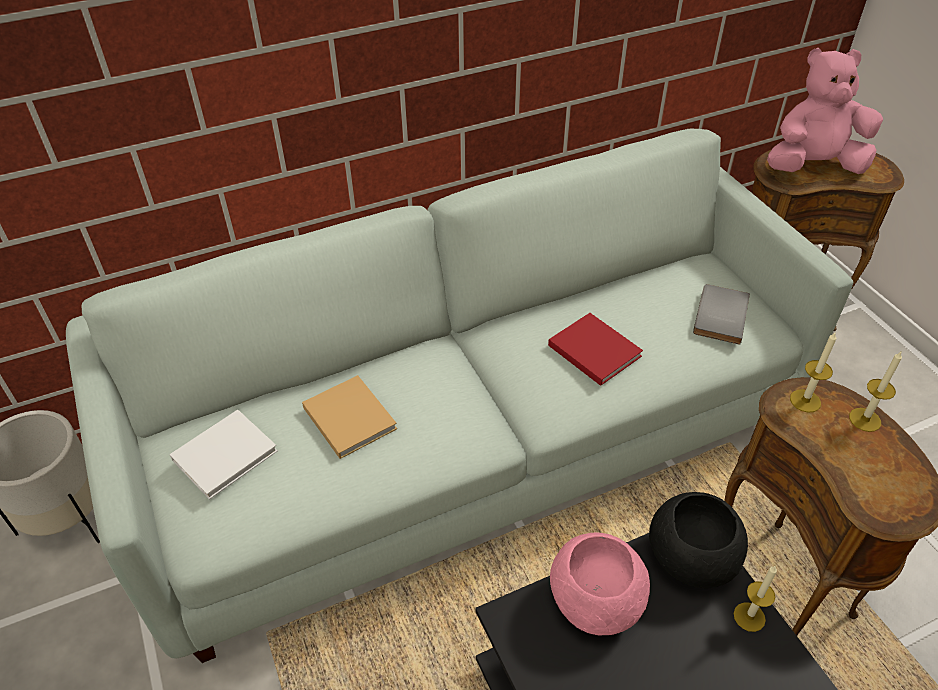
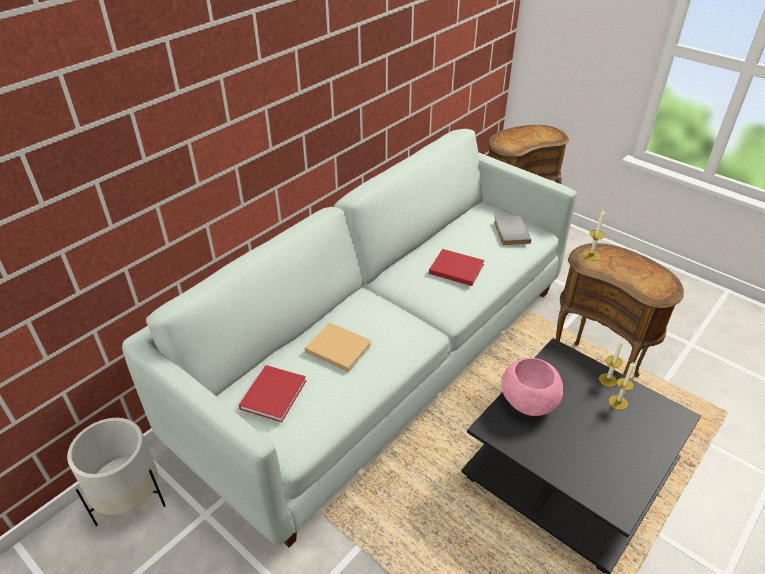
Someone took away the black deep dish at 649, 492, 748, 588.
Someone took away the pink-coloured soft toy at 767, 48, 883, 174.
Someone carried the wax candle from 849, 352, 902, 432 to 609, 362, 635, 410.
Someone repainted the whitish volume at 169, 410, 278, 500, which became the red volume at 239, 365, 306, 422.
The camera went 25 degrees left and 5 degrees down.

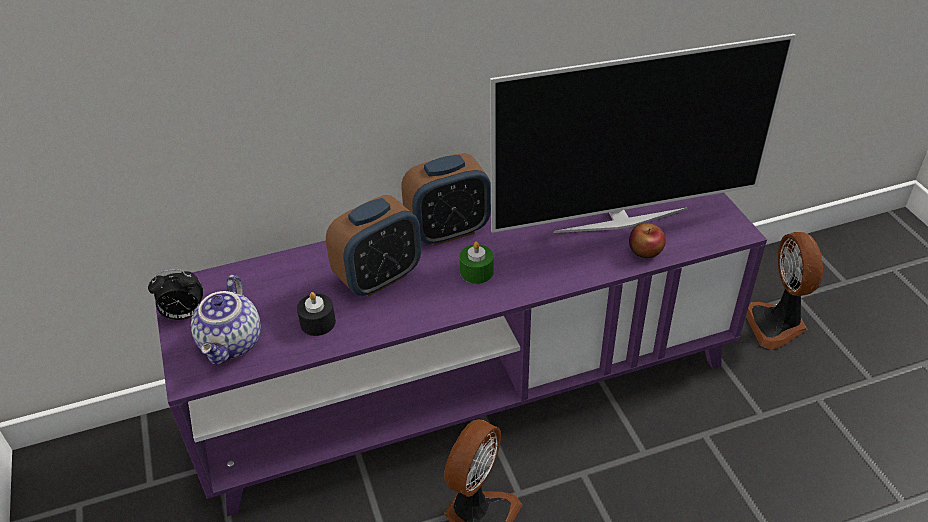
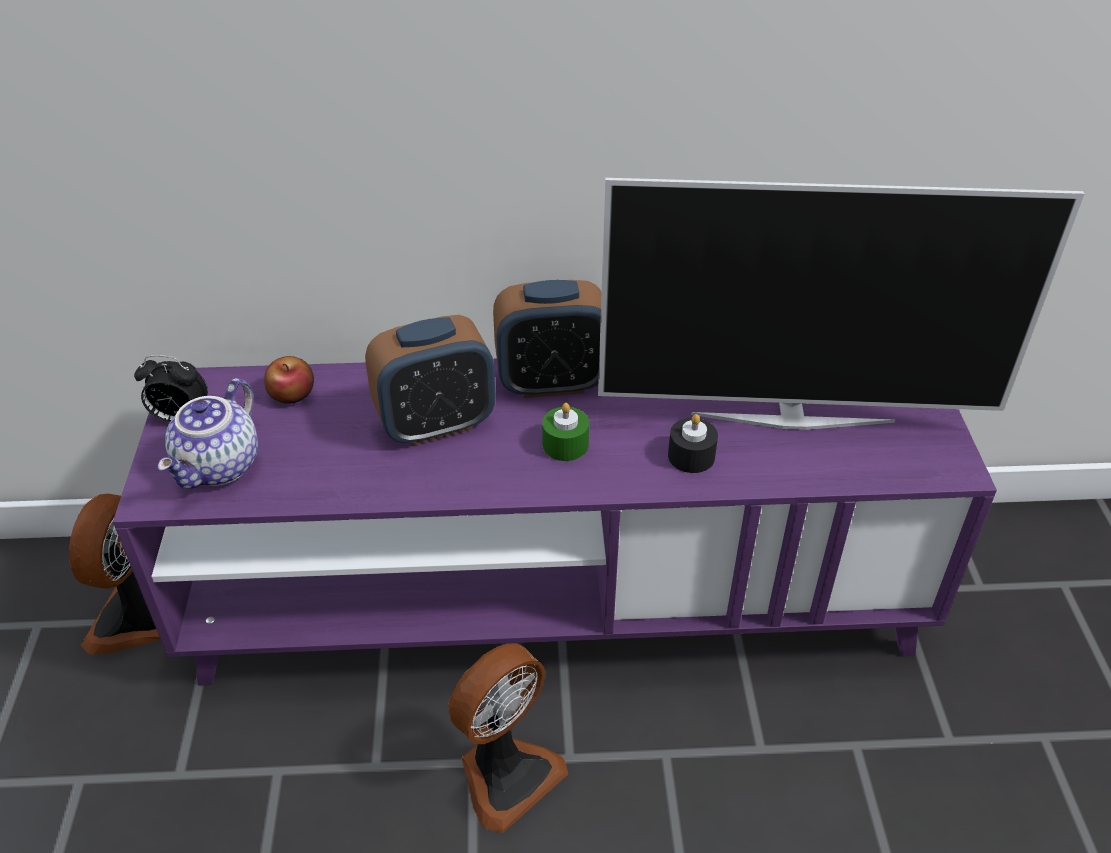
Someone carried the black wax candle from 297, 292, 336, 336 to 668, 414, 718, 473.
Someone carried the apple from 629, 223, 666, 258 to 264, 356, 314, 404.
Someone carried the cooling fan from 746, 232, 823, 349 to 69, 494, 160, 655.
The camera went 15 degrees right and 0 degrees up.

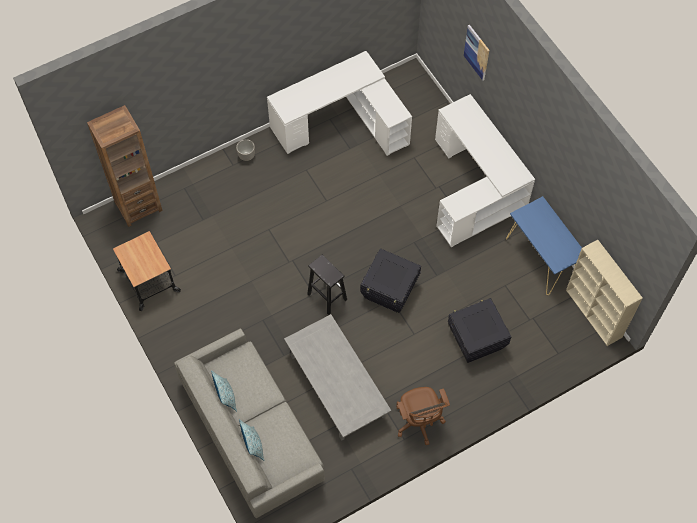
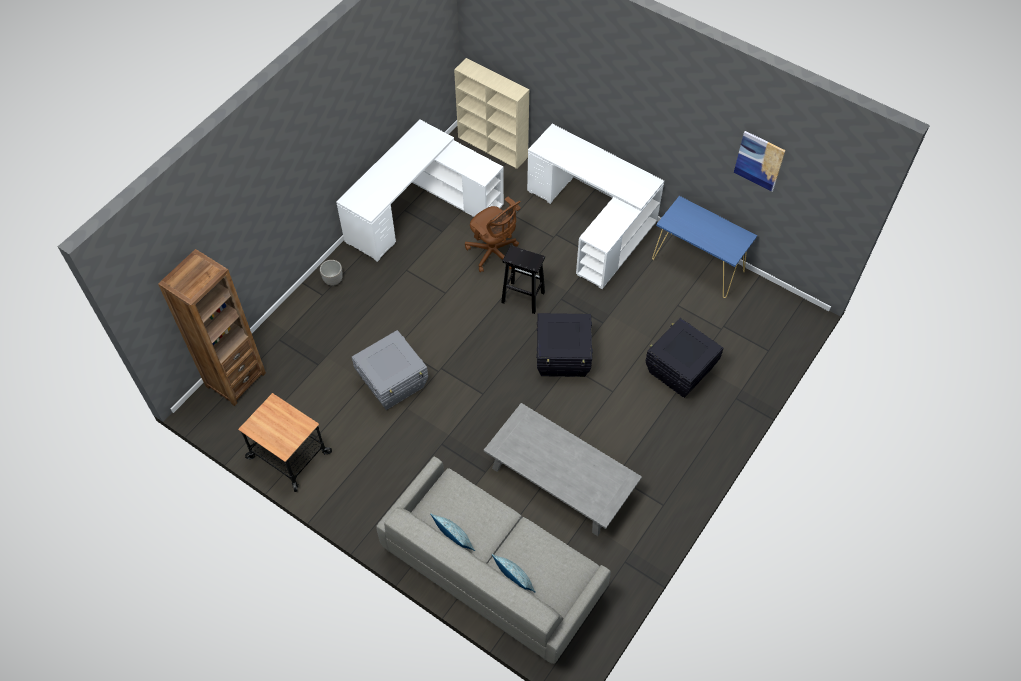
Someone put down the grey storage container at 352, 330, 428, 410.
Someone carried the black stool seat from 307, 255, 347, 315 to 501, 245, 545, 314.
Someone carried the brownish office chair from 396, 387, 450, 445 to 465, 197, 521, 272.
Someone carried the wall art from 464, 25, 489, 80 to 734, 131, 786, 192.
Someone carried the beige bookcase from 566, 240, 643, 346 to 454, 58, 529, 169.
The camera went 25 degrees left and 5 degrees down.

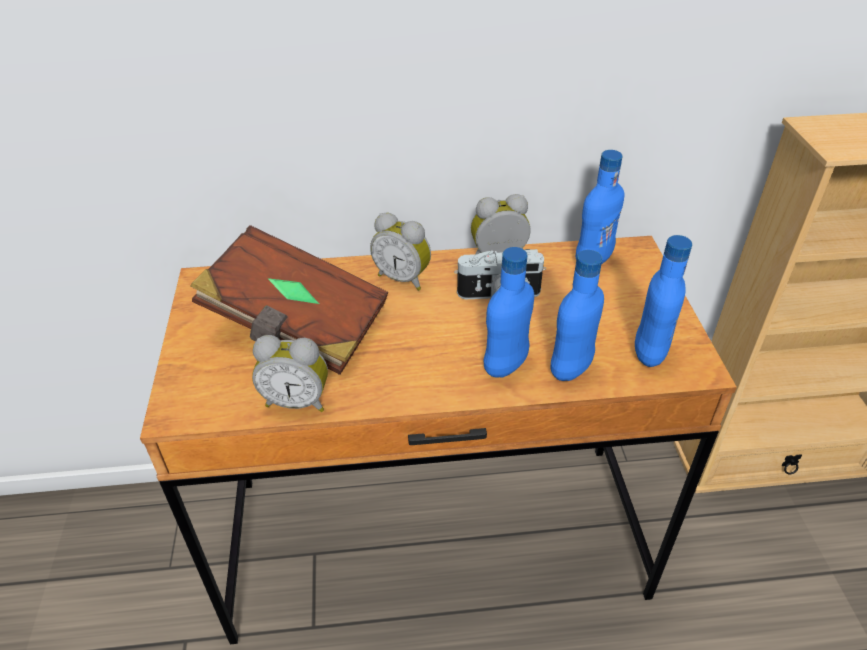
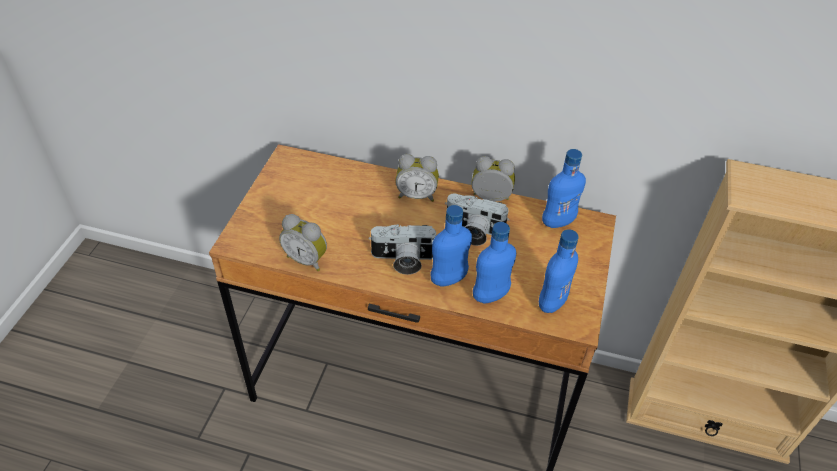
Someone took away the brownish volume at 190, 225, 388, 375.
Someone put down the still camera at 368, 224, 436, 275.
Someone rotated the bedside clock at 370, 213, 431, 291 by 45 degrees counterclockwise.
The camera went 20 degrees right and 5 degrees up.

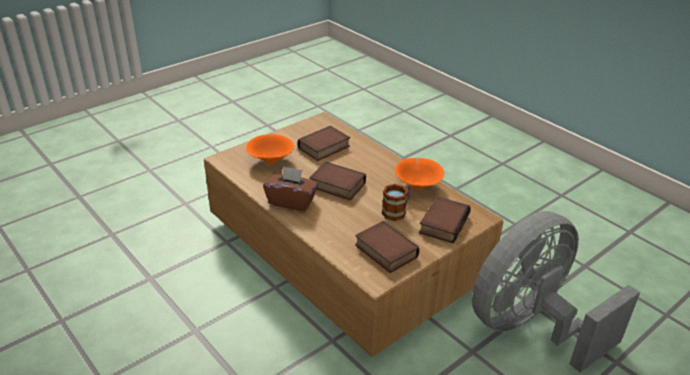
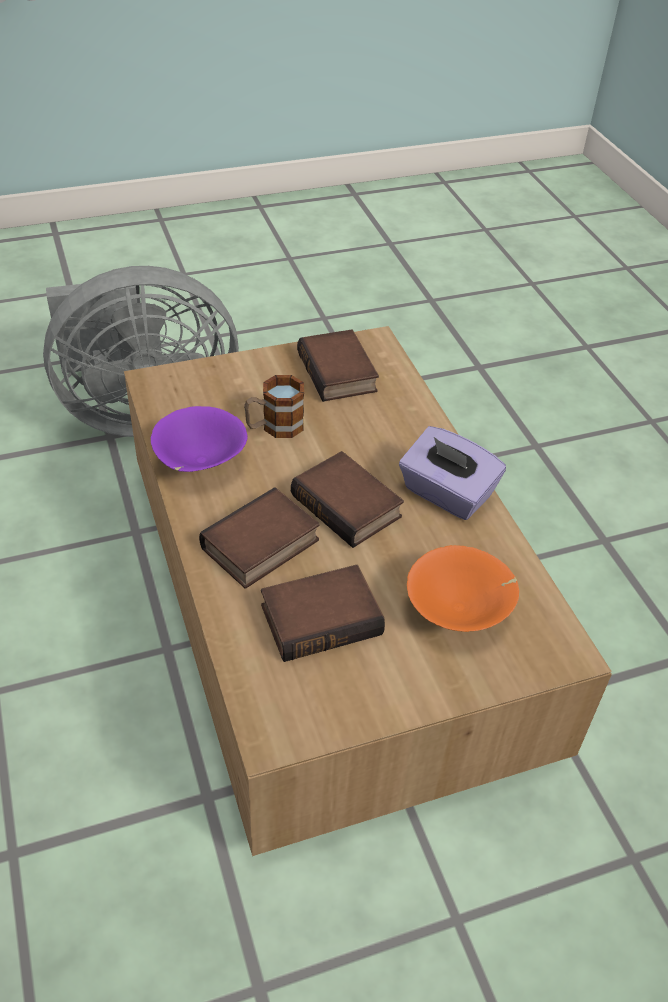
Someone carried the volume from 419, 196, 471, 243 to 199, 487, 320, 589.
Someone repainted the brownish box of tissues at 263, 166, 318, 211, which became the purple box of tissues at 399, 426, 506, 520.
Someone repainted the orangey deep dish at 395, 158, 444, 189, which became the purple deep dish at 151, 406, 248, 472.
The camera went 160 degrees left and 10 degrees up.

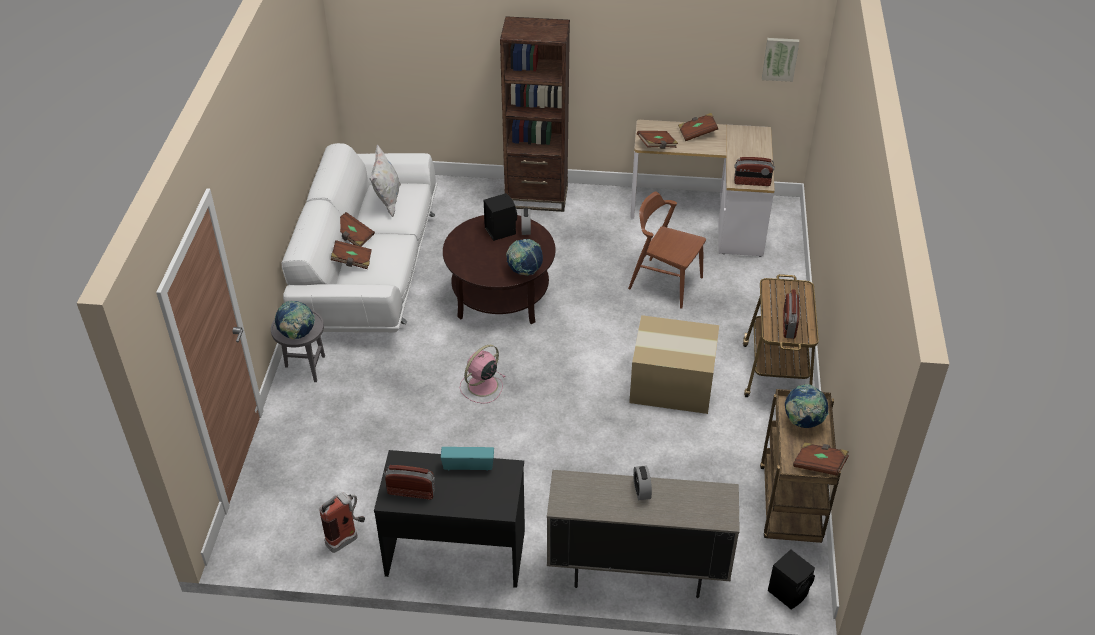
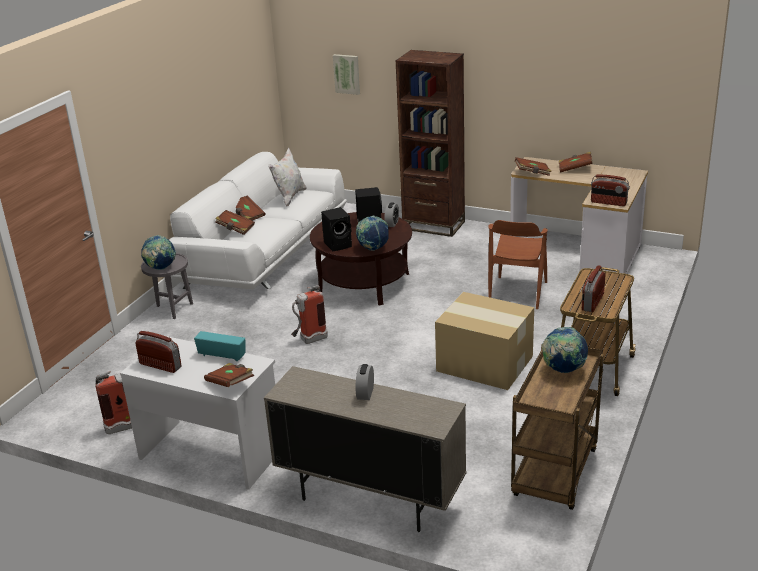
Someone carried the wall art from 762, 38, 799, 82 to 333, 54, 360, 95.
Someone carried the black speaker from 768, 549, 815, 609 to 321, 207, 352, 251.
Someone carried the brownish volume from 793, 442, 849, 476 to 204, 363, 254, 387.
Someone swapped the pink-coloured cooling fan at 460, 345, 506, 404 for the fire-fighting cylinder at 291, 285, 328, 344.
Someone repainted the black desk unit at 374, 450, 525, 588, which became the whitish desk unit at 120, 336, 275, 490.
Someone rotated the brownish chair at 628, 192, 706, 309 by 120 degrees counterclockwise.
The camera went 20 degrees right and 15 degrees down.

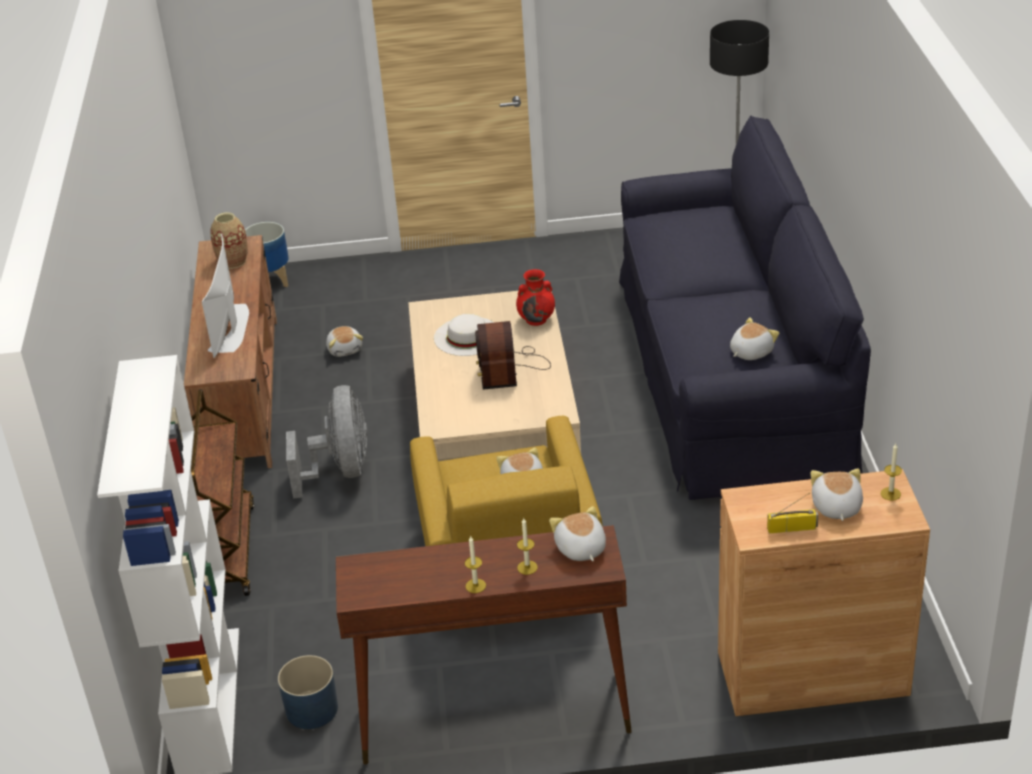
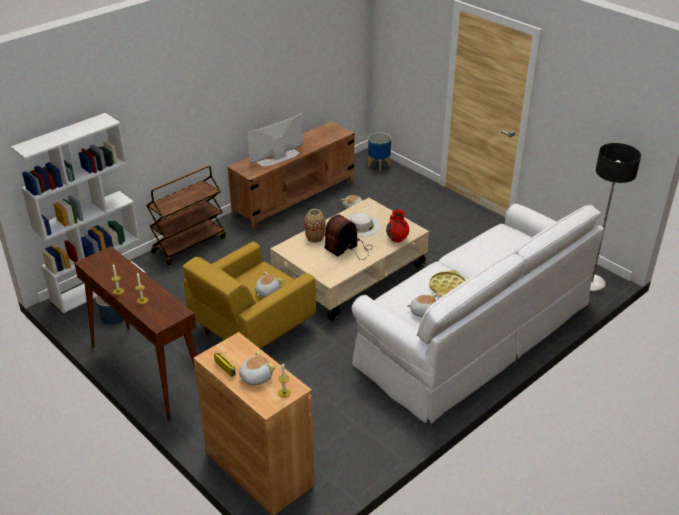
Someone took away the grey cooling fan at 286, 385, 368, 499.
Someone took away the soft toy at 549, 506, 606, 561.
Someone put down the yellowish serving tray at 429, 270, 466, 297.
Someone carried the flower vase from 210, 212, 248, 269 to 304, 209, 326, 243.
Someone repainted the black couch at 619, 116, 871, 500, which became the whitish couch at 352, 203, 604, 424.
The camera went 50 degrees right and 0 degrees up.

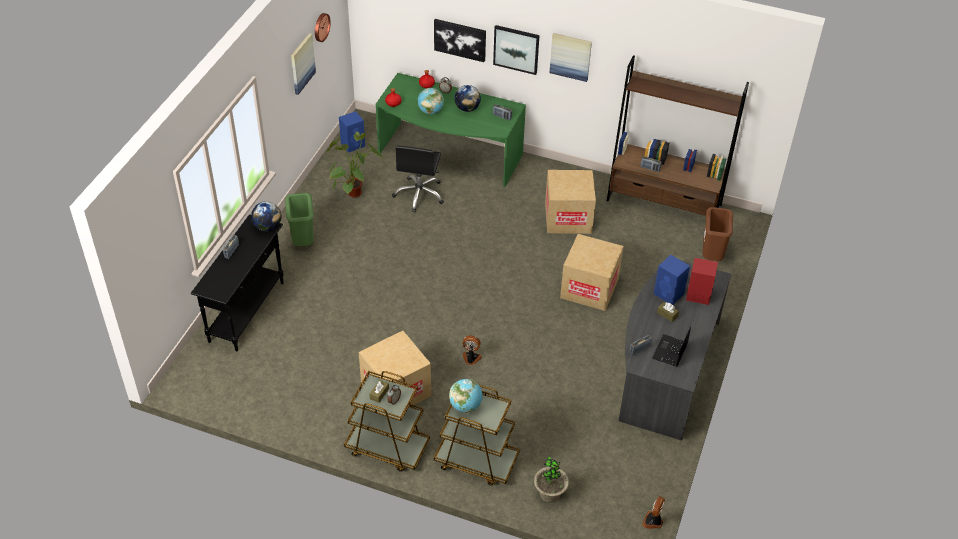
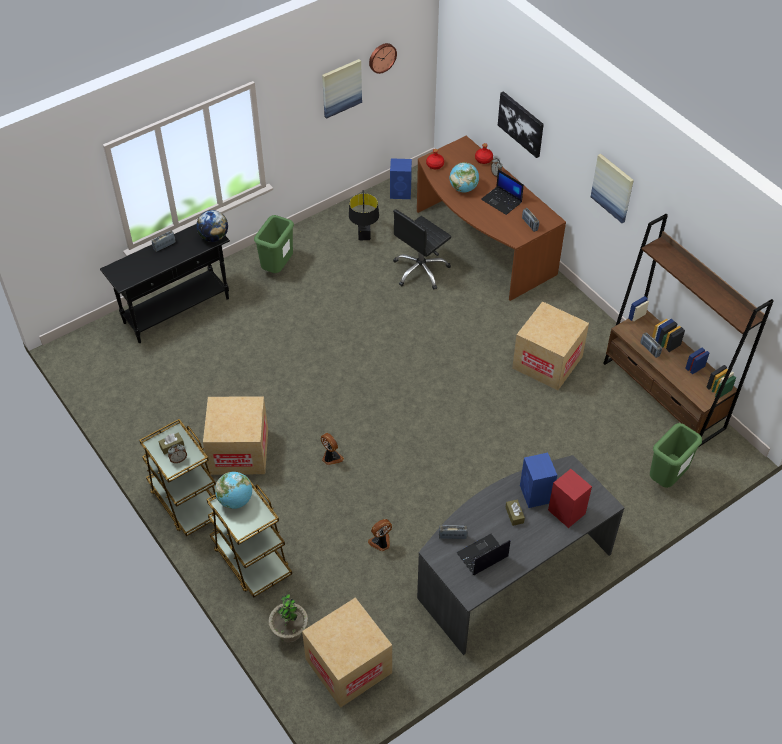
Someone took away the wall art at 493, 25, 540, 75.
Someone carried the packing box from 560, 234, 623, 311 to 302, 597, 392, 708.
Someone carried the cooling fan from 642, 496, 665, 529 to 368, 519, 392, 552.
Someone swapped the houseplant at 327, 132, 383, 198 for the black lamp for a table at 349, 190, 379, 240.
Someone swapped the globe at 454, 85, 481, 112 for the laptop at 481, 169, 524, 215.
Someone repainted the greenish desk unit at 376, 73, 526, 187, which became the brownish desk unit at 417, 136, 566, 301.
Someone repainted the brownish trash can at 703, 207, 733, 261, which became the greenish trash can at 650, 423, 702, 488.
The camera went 35 degrees right and 5 degrees up.

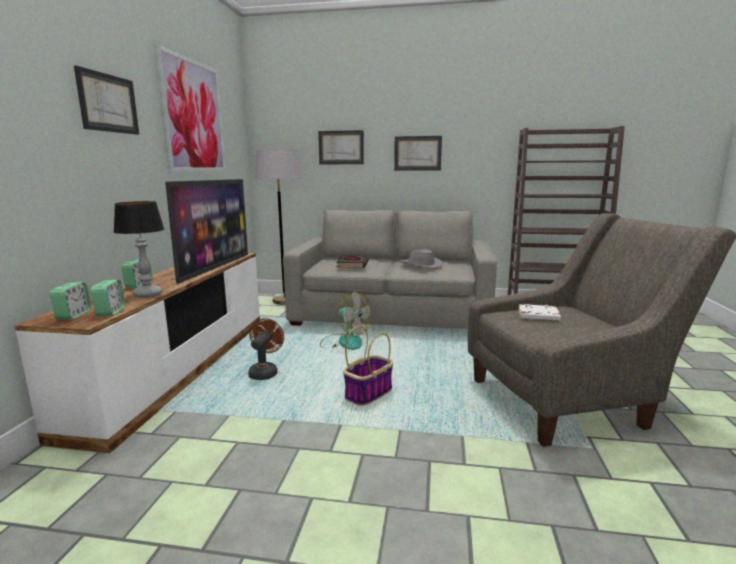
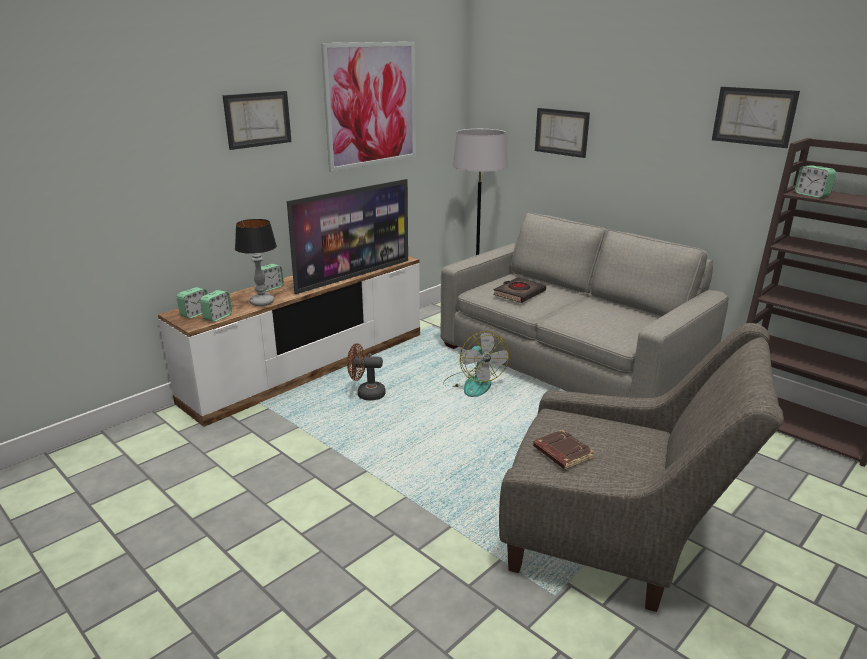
Someone took away the basket at 343, 326, 393, 406.
Someone took away the grey hat at 400, 249, 443, 269.
Someone took away the whitish volume at 518, 304, 561, 321.
Someone put down the brownish volume at 533, 430, 594, 470.
Someone put down the bedside clock at 795, 165, 836, 198.
Someone carried the wall art from 394, 136, 442, 171 to 712, 87, 800, 148.
Someone rotated the brownish cooling fan at 248, 318, 284, 380 by 135 degrees counterclockwise.
The camera went 35 degrees right and 10 degrees up.

